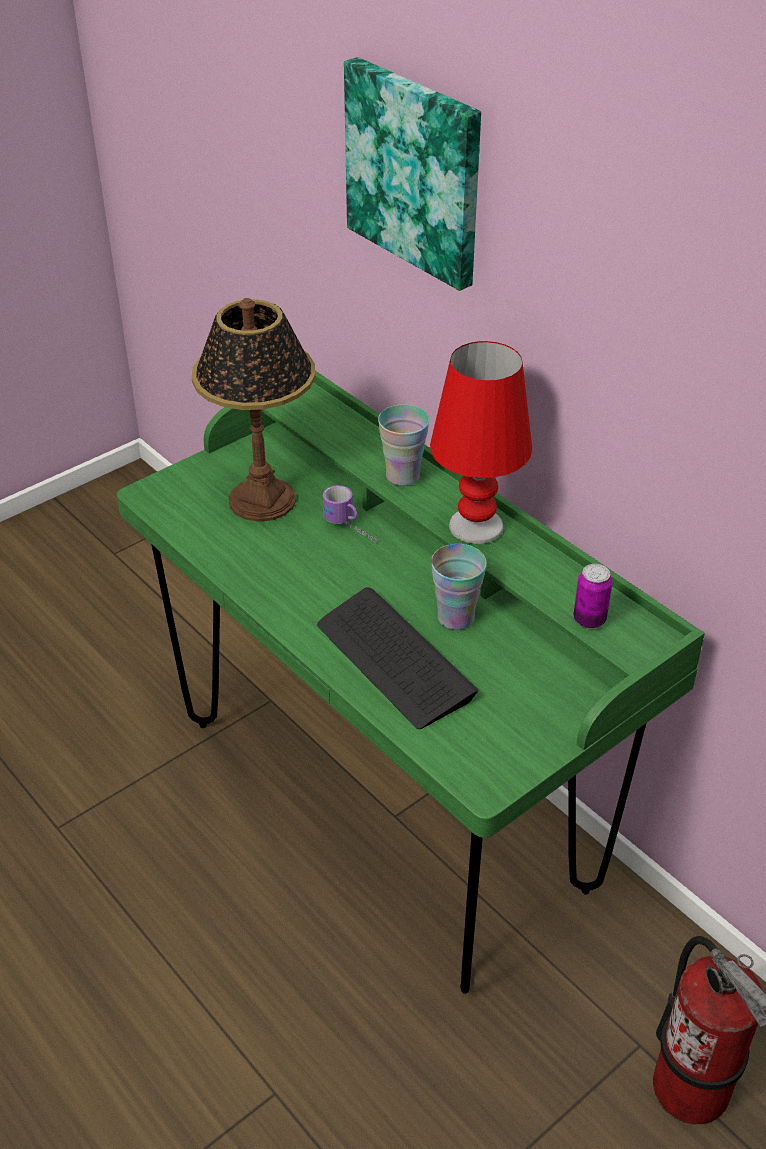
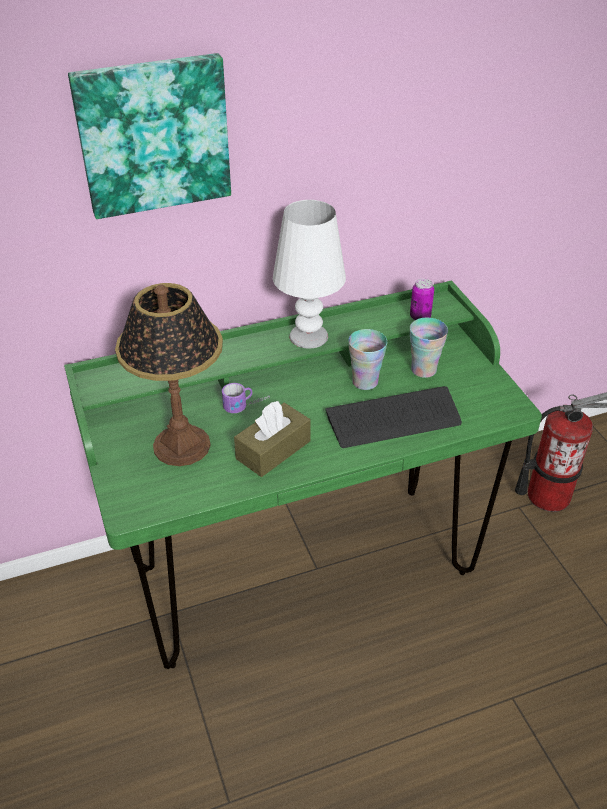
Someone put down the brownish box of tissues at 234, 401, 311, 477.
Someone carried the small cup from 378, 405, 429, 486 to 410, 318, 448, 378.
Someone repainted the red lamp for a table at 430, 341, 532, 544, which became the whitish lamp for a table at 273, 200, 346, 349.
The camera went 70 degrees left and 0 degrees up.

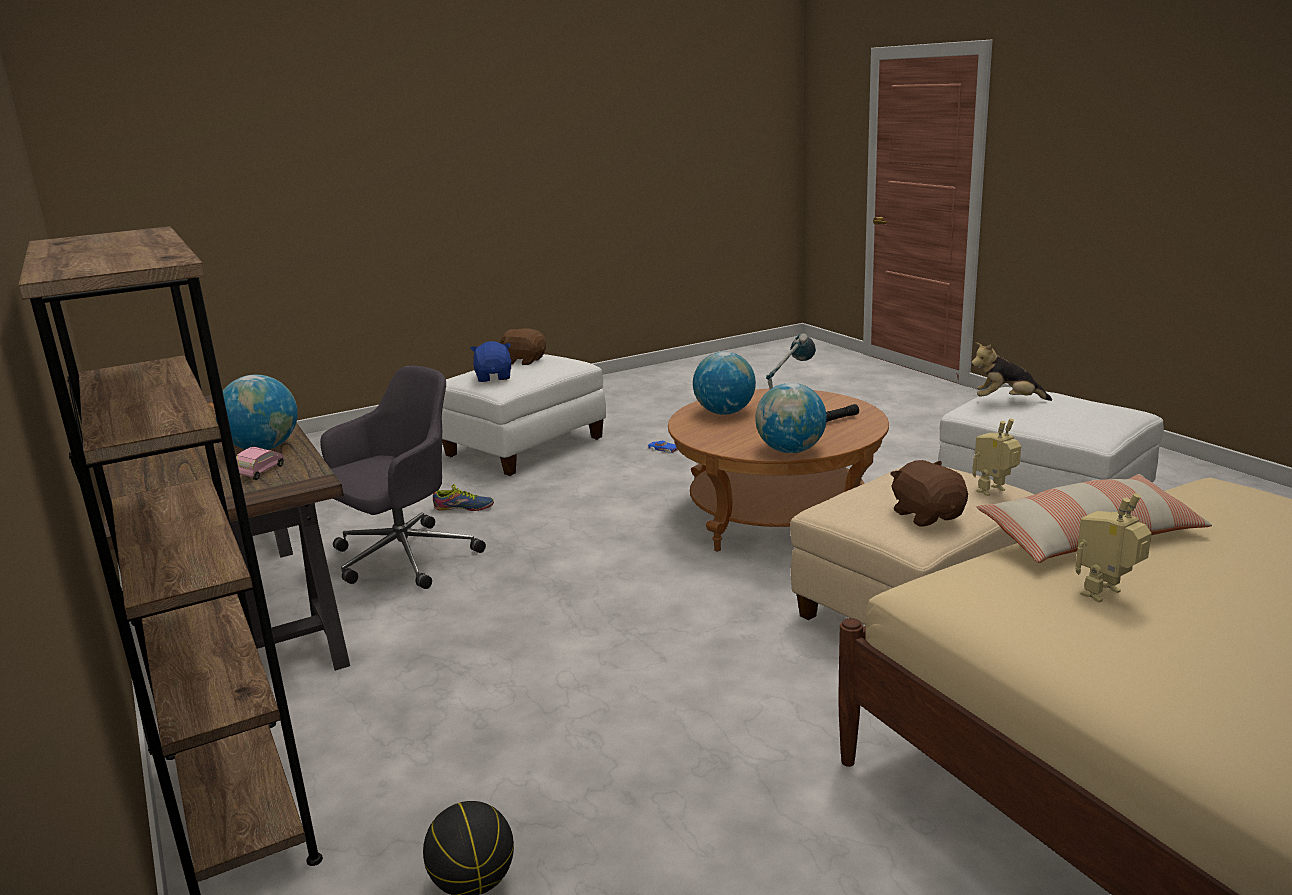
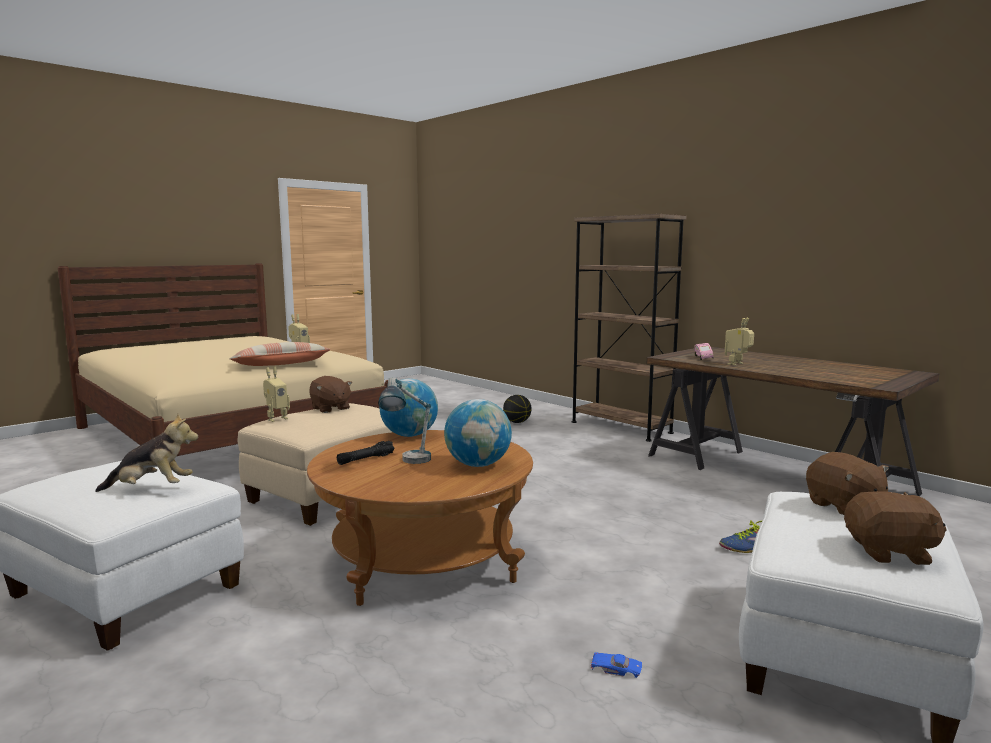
Someone took away the grey office chair at 320, 366, 486, 589.
Someone swapped the globe at 215, 375, 298, 450 for the toy robot at 725, 318, 754, 365.
Someone repainted the blue soft toy at 470, 341, 511, 382, which became the brownish soft toy at 806, 452, 889, 515.
The camera went 165 degrees right and 10 degrees down.

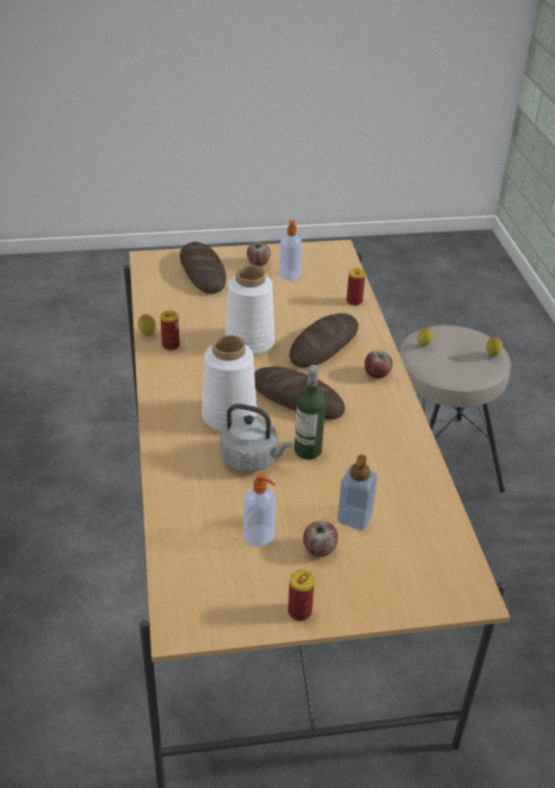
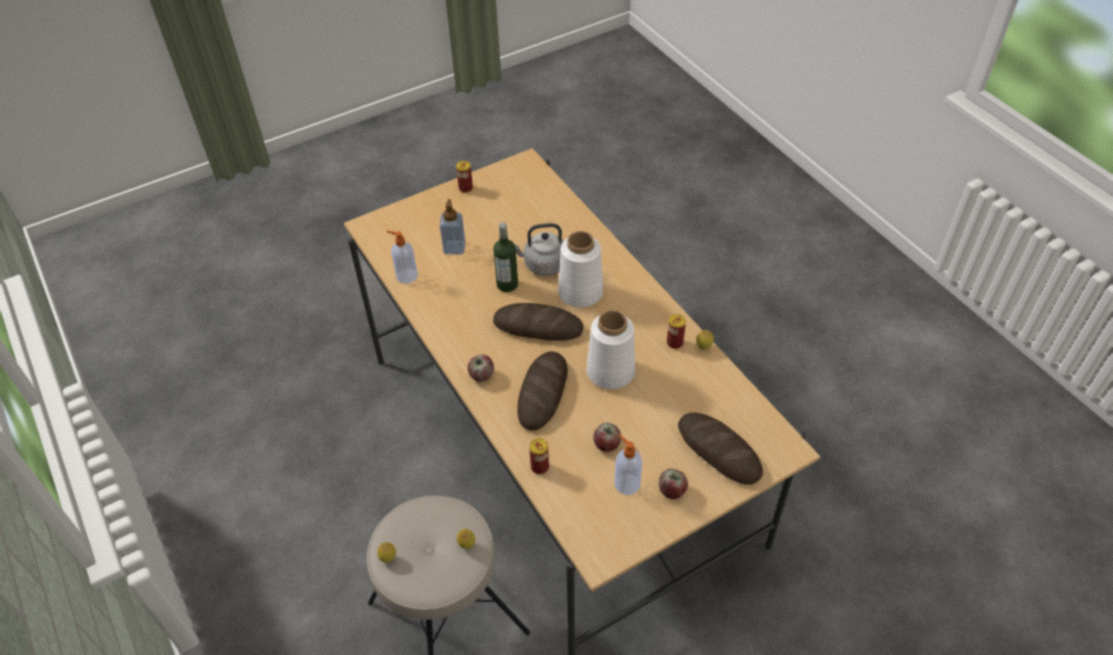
Someone carried the soap dispenser from 244, 472, 276, 547 to 386, 231, 418, 284.
Someone carried the apple from 303, 521, 338, 557 to 593, 423, 621, 452.
The camera went 160 degrees right and 10 degrees up.

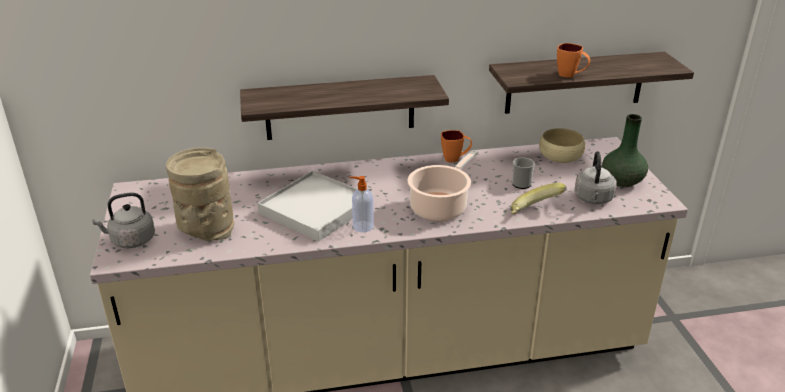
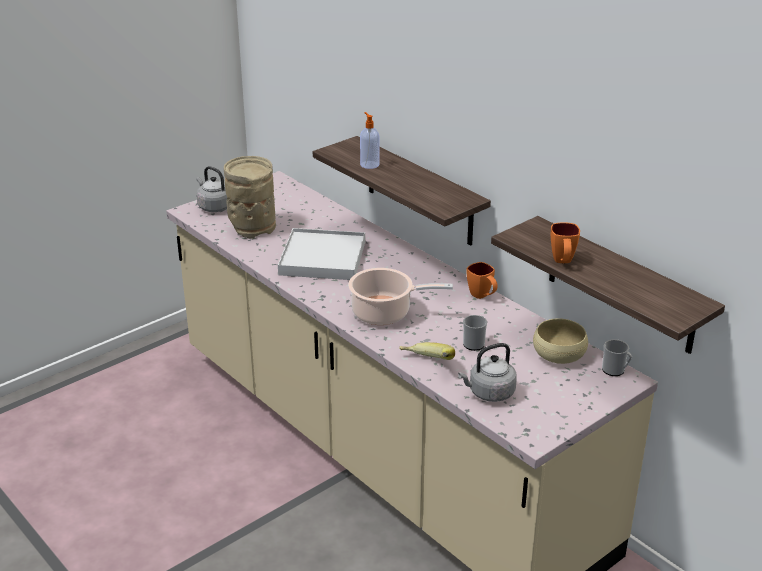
Someone took away the greenish flower vase at 602, 114, 648, 187.
Someone put down the tea mug at 602, 339, 632, 376.
Someone carried the soap dispenser from 349, 176, 374, 232 to 360, 112, 379, 169.
The camera went 60 degrees right and 0 degrees up.

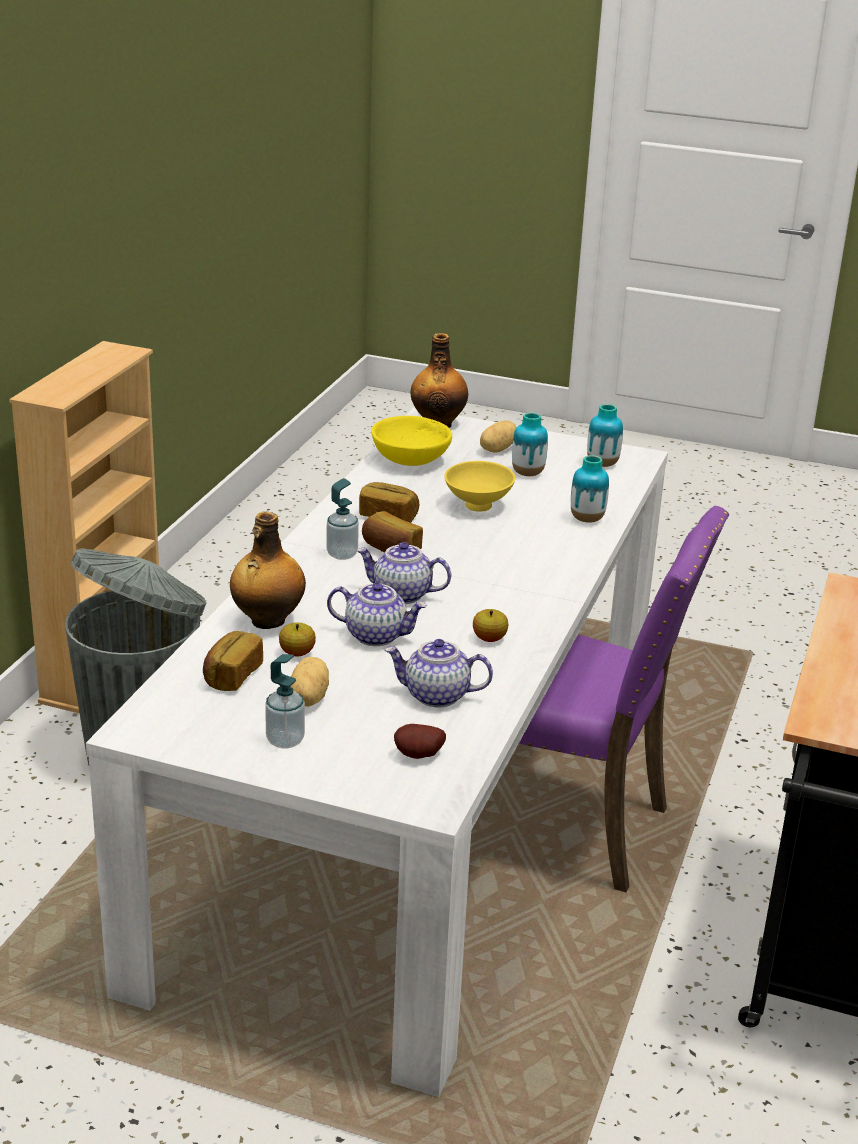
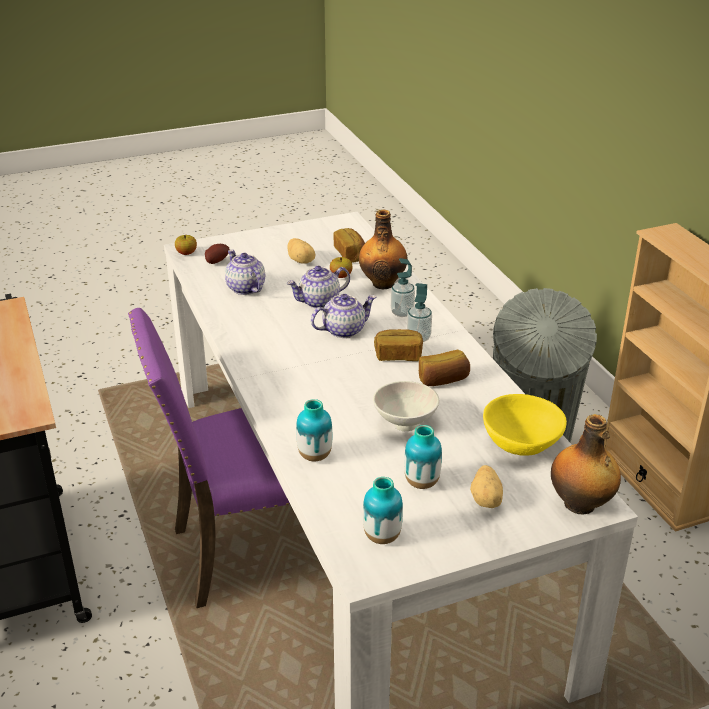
Someone carried the soap dispenser from 265, 654, 305, 749 to 391, 258, 415, 317.
Someone carried the apple from 473, 609, 508, 642 to 175, 235, 197, 255.
Someone repainted the yellowish deep dish at 444, 461, 516, 512, which became the whitish deep dish at 373, 381, 439, 431.
Someone rotated the pot for tea at 385, 639, 493, 707 by 90 degrees counterclockwise.
The camera went 140 degrees right and 5 degrees up.

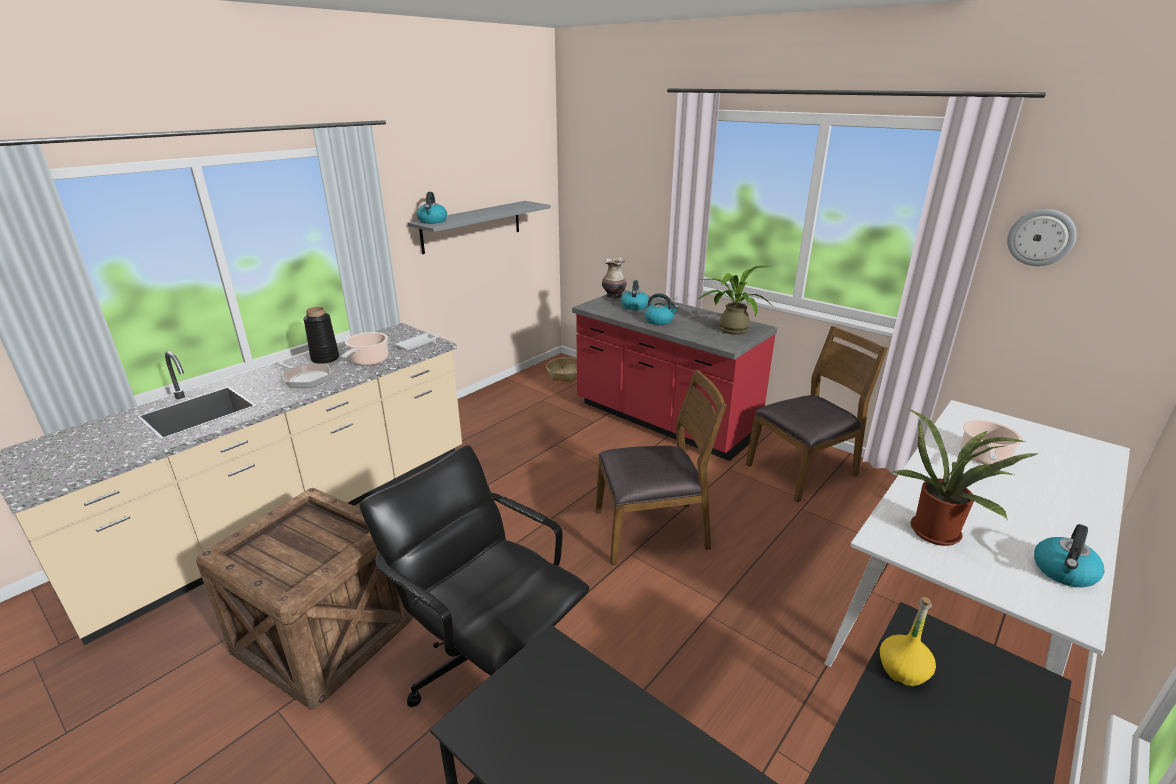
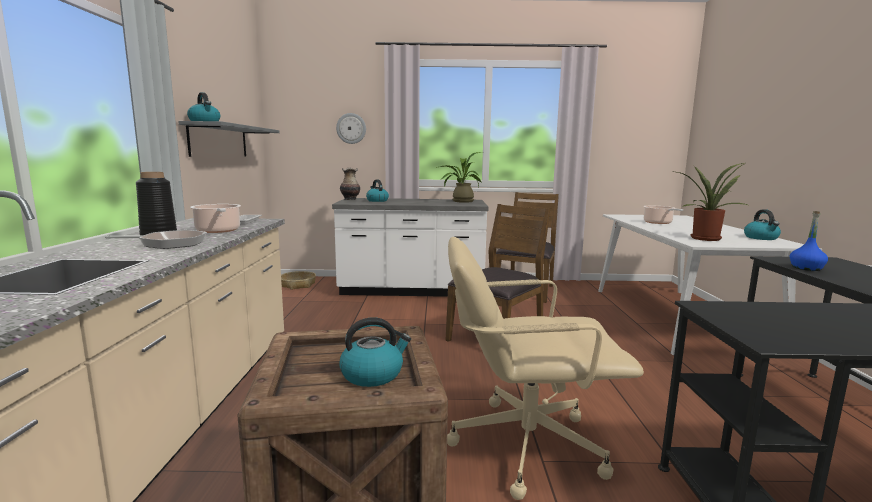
Someone carried the tea kettle from 644, 293, 679, 325 to 339, 317, 411, 387.
Someone carried the wall clock from 1007, 209, 1077, 266 to 336, 113, 366, 144.
Someone repainted the black office chair at 360, 445, 590, 707, which became the beige office chair at 447, 237, 644, 500.
Someone repainted the red counter at 572, 290, 777, 461, which became the whitish counter at 332, 198, 489, 297.
Someone repainted the yellowish bottle at 880, 597, 936, 687, which became the blue bottle at 790, 211, 828, 271.
The camera went 40 degrees left and 15 degrees down.

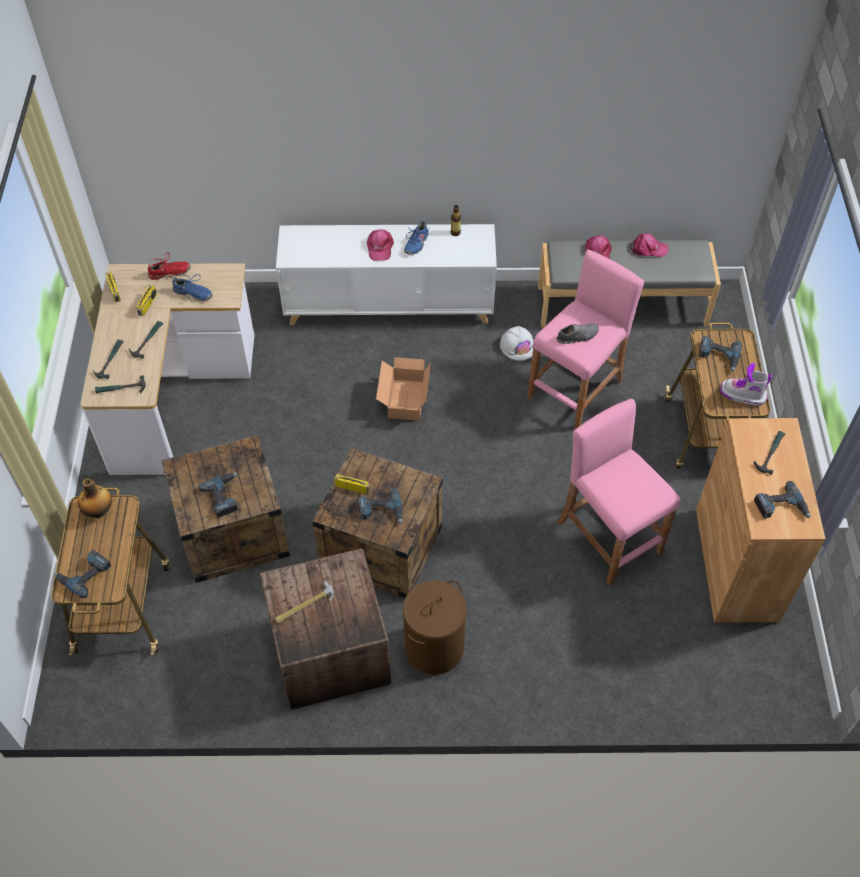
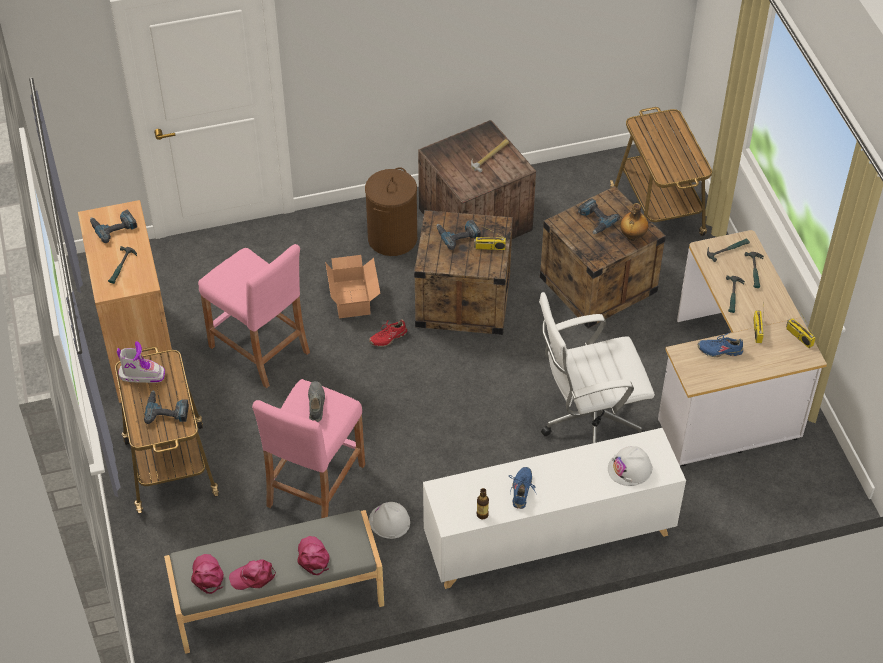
Someone took away the electric drill at 54, 550, 111, 598.
Someone put down the whitish office chair at 539, 292, 655, 443.
Someone put down the whitish safety helmet at 608, 446, 653, 486.
Someone carried the bottle from 78, 478, 112, 518 to 620, 203, 648, 241.
Someone carried the red shoe from 148, 252, 191, 280 to 369, 319, 407, 347.
Someone carried the pink-coloured baseball cap from 367, 229, 394, 261 to 191, 554, 224, 594.
Someone carried the packing box from 376, 357, 431, 421 to 325, 255, 380, 318.
Someone rotated the grey shoe at 556, 323, 599, 344 by 120 degrees clockwise.
The camera went 165 degrees right and 5 degrees down.

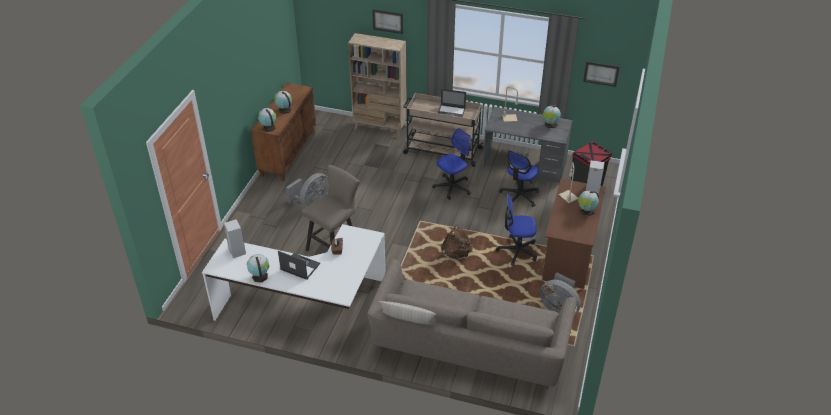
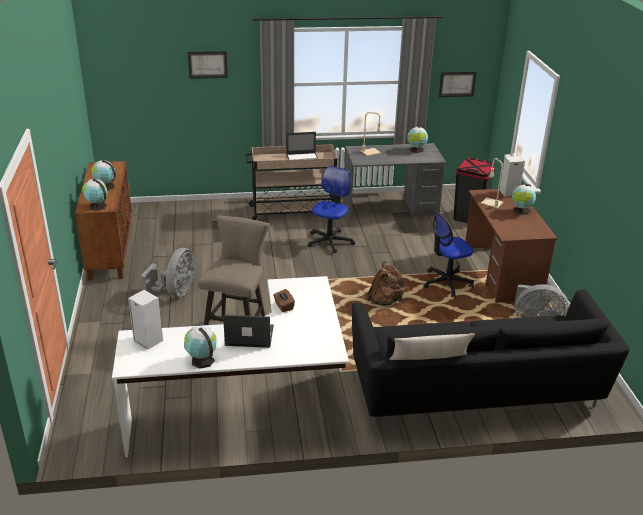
Someone took away the beige bookcase at 348, 33, 407, 138.
Someone took away the office chair at 499, 150, 539, 207.
Someone repainted the beige couch at 367, 259, 577, 390, which became the black couch at 352, 289, 630, 425.
The camera went 25 degrees left and 10 degrees down.

